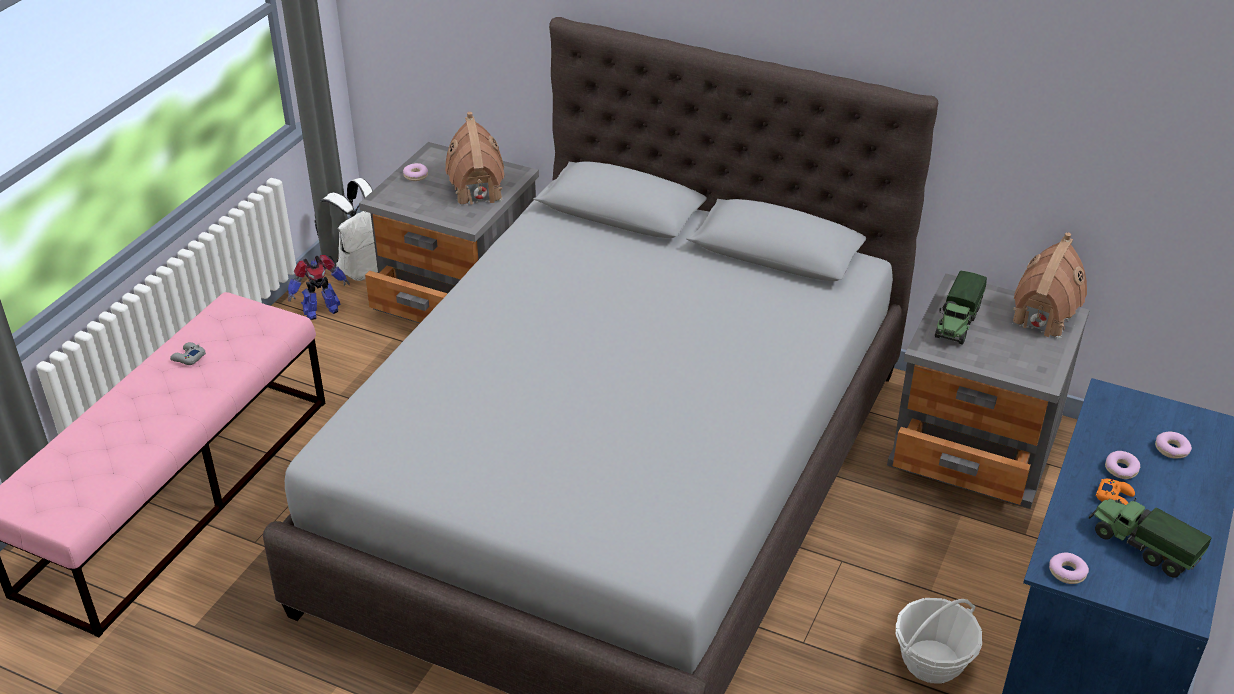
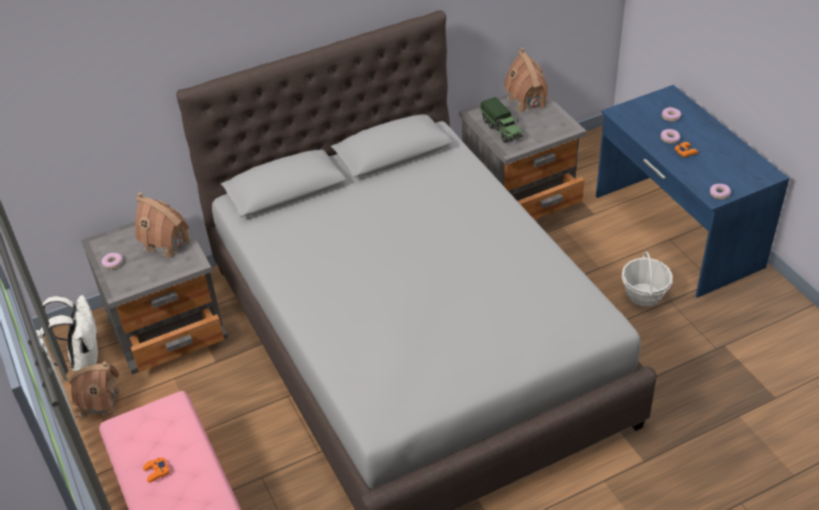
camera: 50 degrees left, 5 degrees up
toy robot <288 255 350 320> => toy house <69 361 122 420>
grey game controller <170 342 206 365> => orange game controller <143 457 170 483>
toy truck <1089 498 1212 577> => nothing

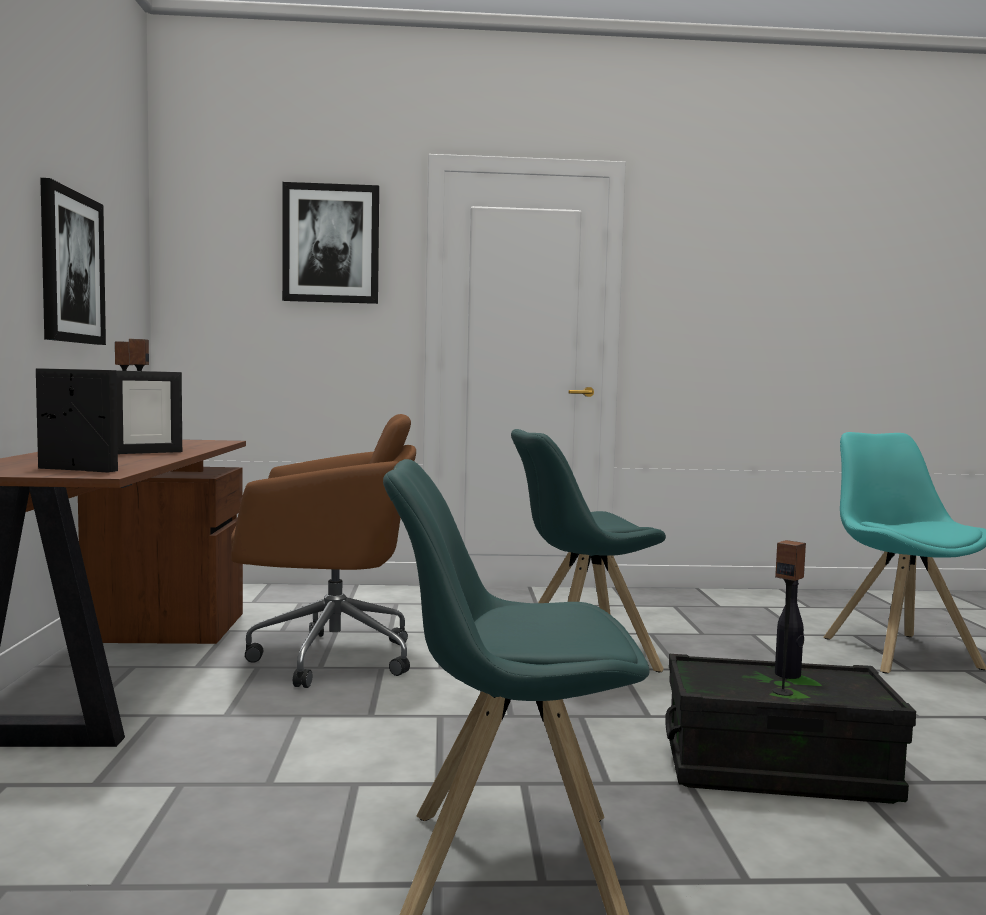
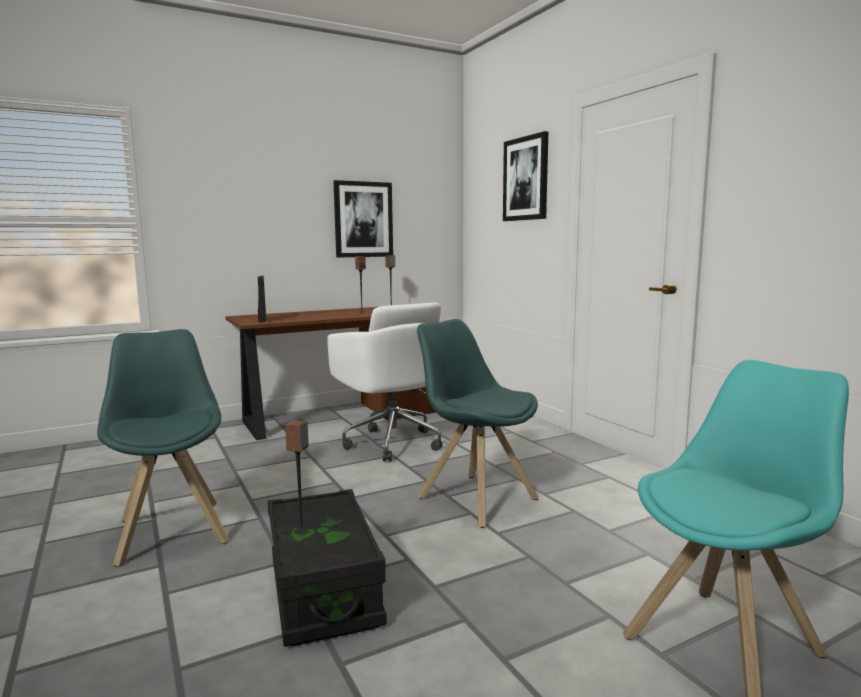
camera: 65 degrees right, 5 degrees up
picture frame <116 371 182 454> => nothing
brown office chair <231 414 416 688> => white office chair <327 302 442 461>
black bottle <775 580 804 679> => nothing

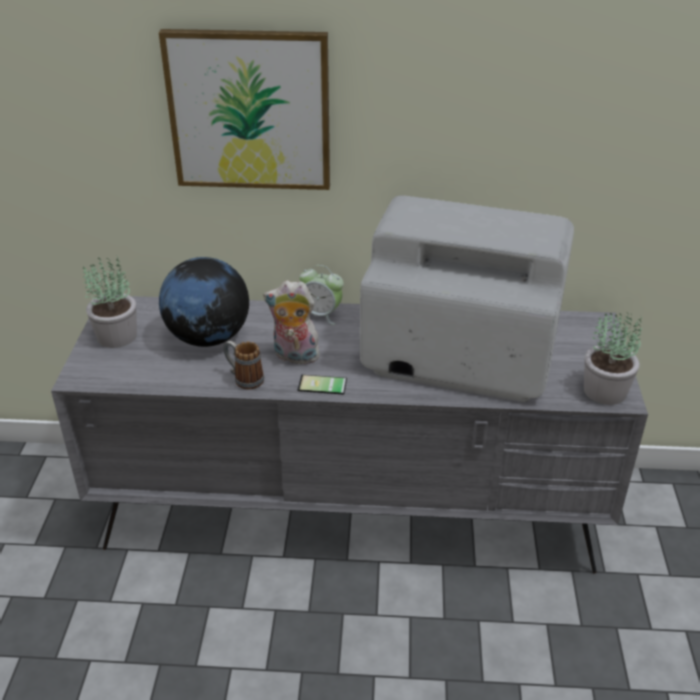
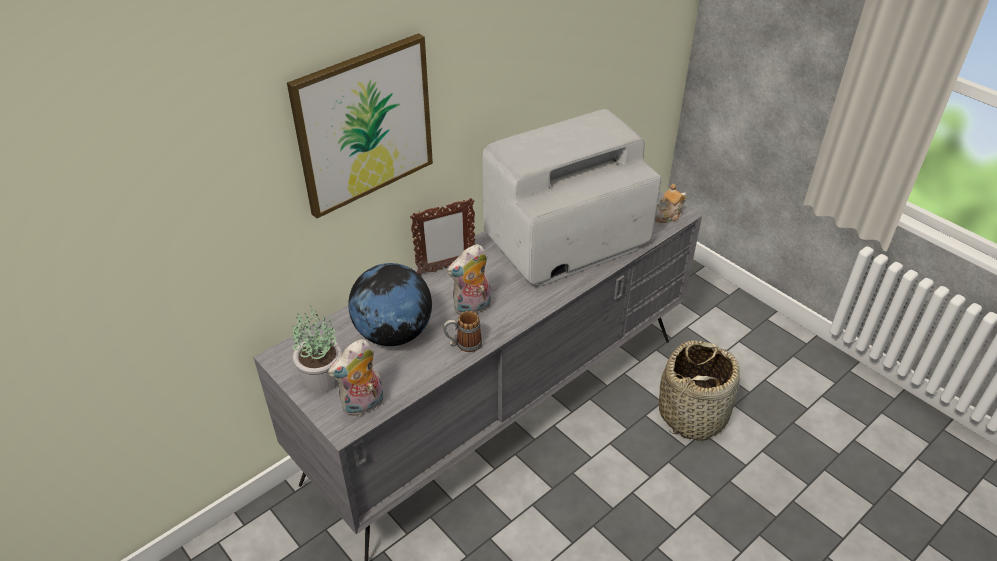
camera: 45 degrees left, 5 degrees up
alarm clock <299 265 344 325> => picture frame <410 198 475 275>
potted plant <584 312 642 405> => teapot <655 184 687 223>
phone <298 375 347 395> => nothing
nothing => plush toy <328 339 384 416>
nothing => basket <659 340 740 441>

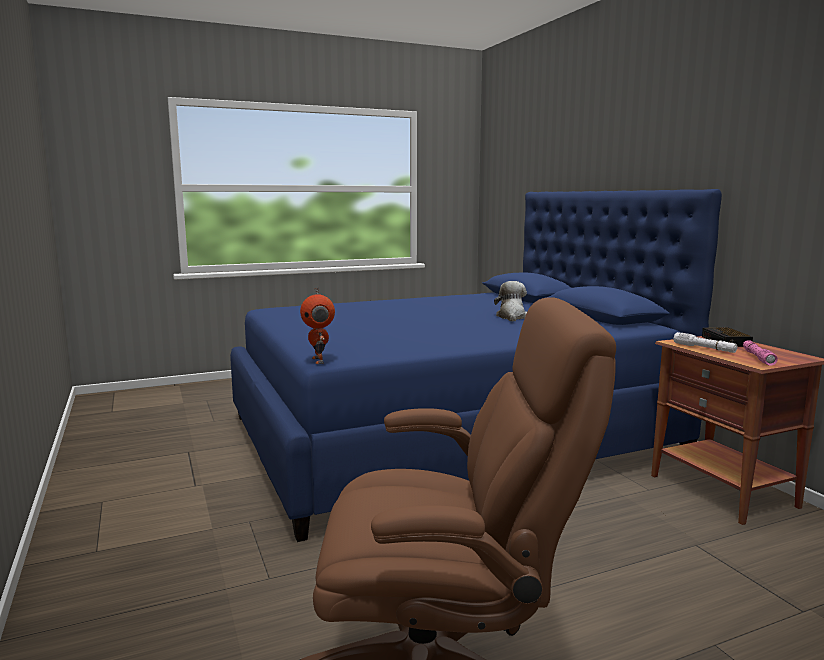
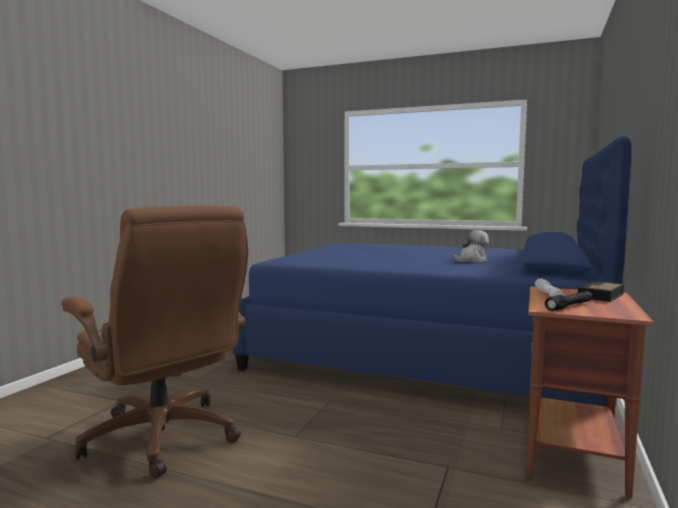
camera: 45 degrees right, 5 degrees down
toy robot <300 287 335 364> => nothing
pink flashlight <743 340 778 366> => black flashlight <545 291 592 311>

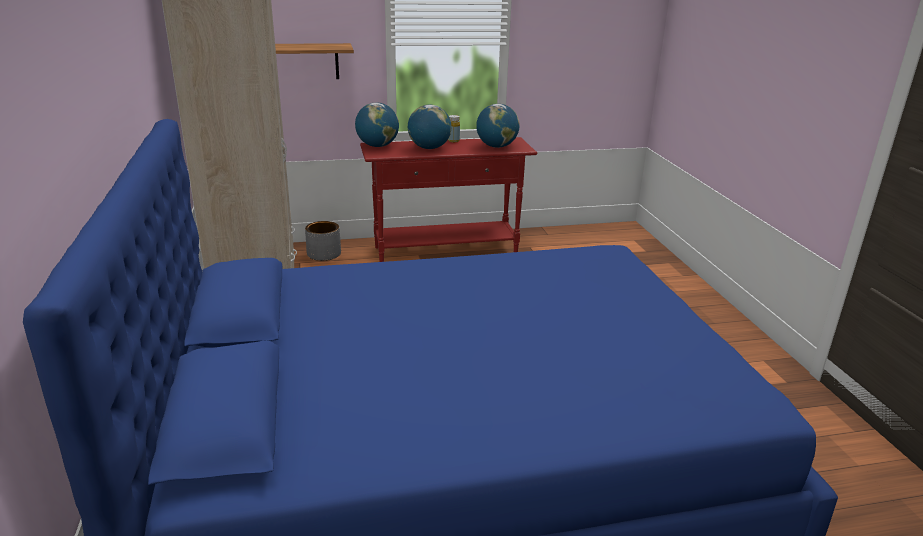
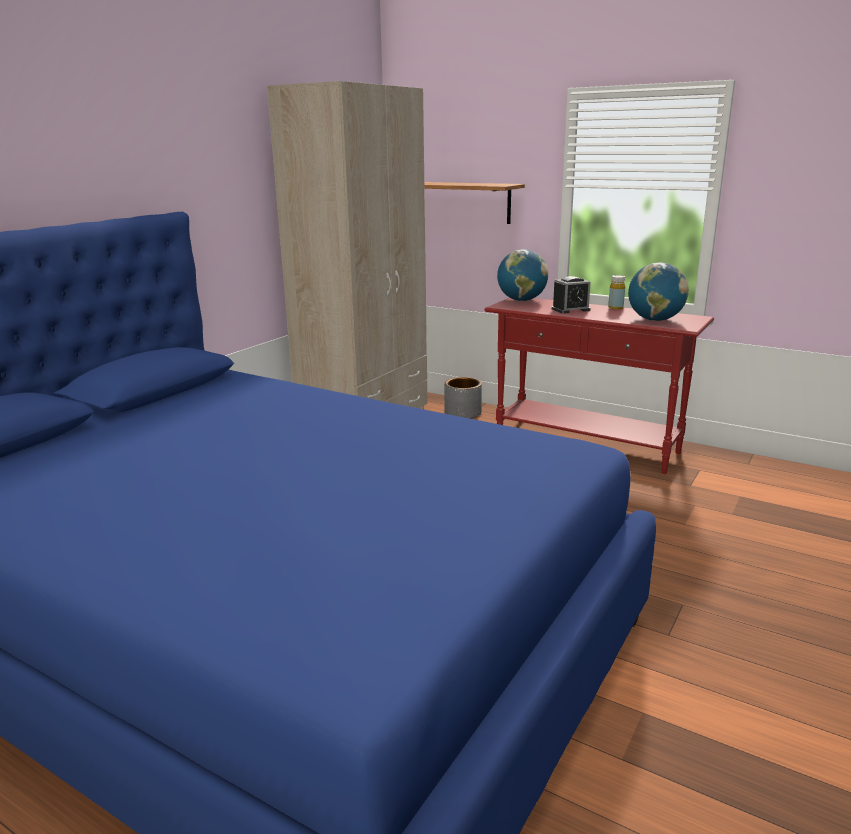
camera: 45 degrees right, 5 degrees down
globe <408 105 451 149> => alarm clock <552 276 591 314>

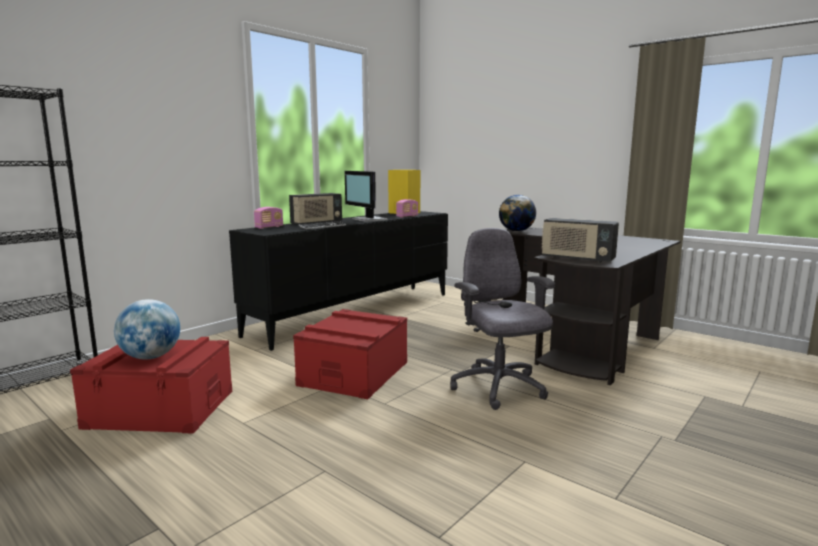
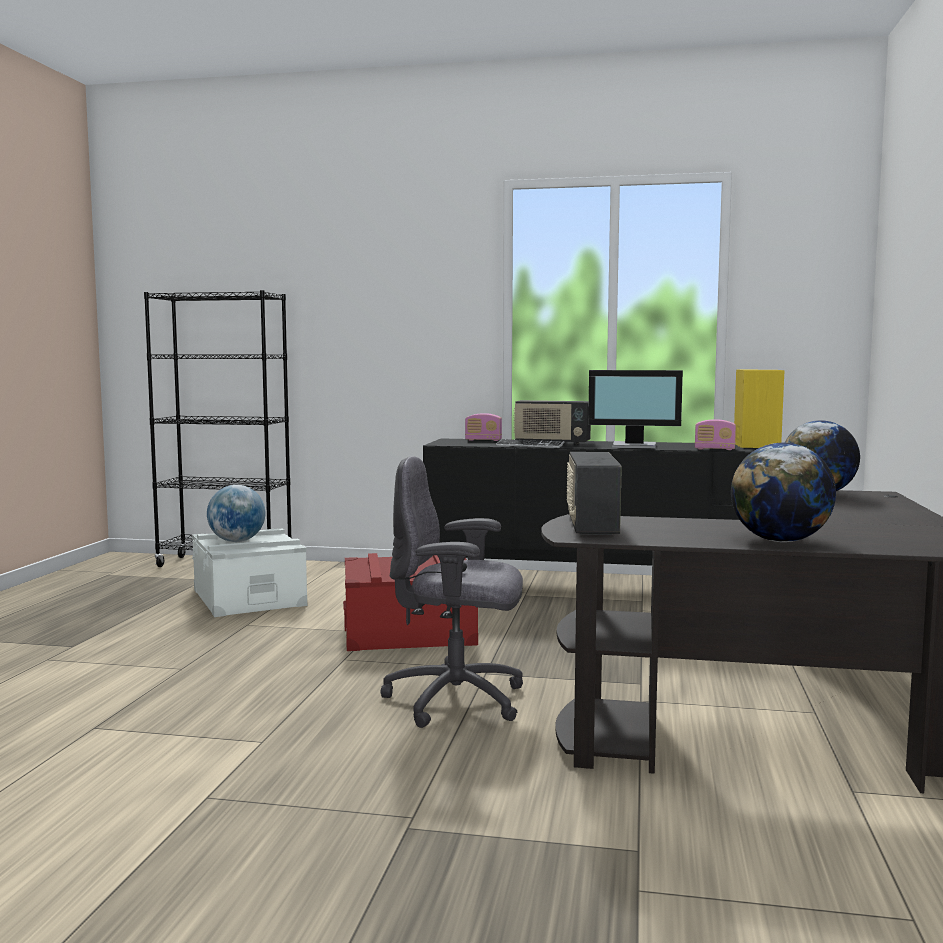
camera: 60 degrees right, 5 degrees down
monitor <345 171 388 222> => monitor <588 370 683 449>, 105 degrees counterclockwise
grey office chair <450 228 555 410> => grey office chair <380 456 523 728>, 120 degrees counterclockwise
red storage box <70 337 232 434> => white storage box <192 529 307 617>
nothing => globe <731 443 836 542>

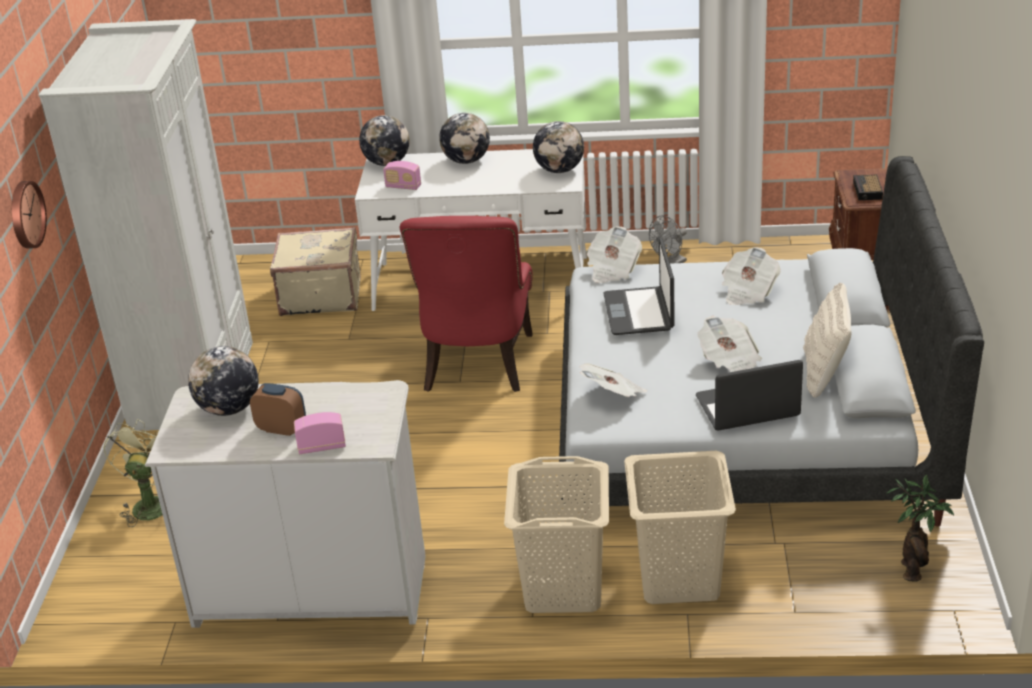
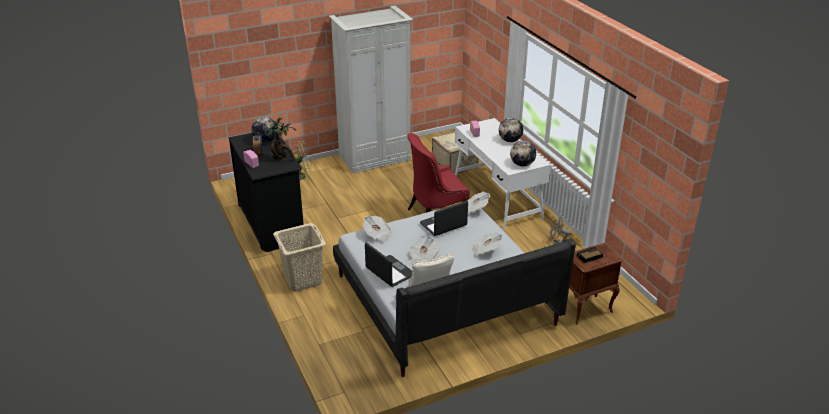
camera: 60 degrees right, 0 degrees up
globe <359 115 410 166> => nothing
wall clock <12 181 47 249> => nothing
white dresser <145 380 426 628> => black dresser <229 133 305 252>
beige laundry basket <624 451 736 604> => nothing
potted plant <886 475 954 582> => potted plant <267 117 297 162>, shifted

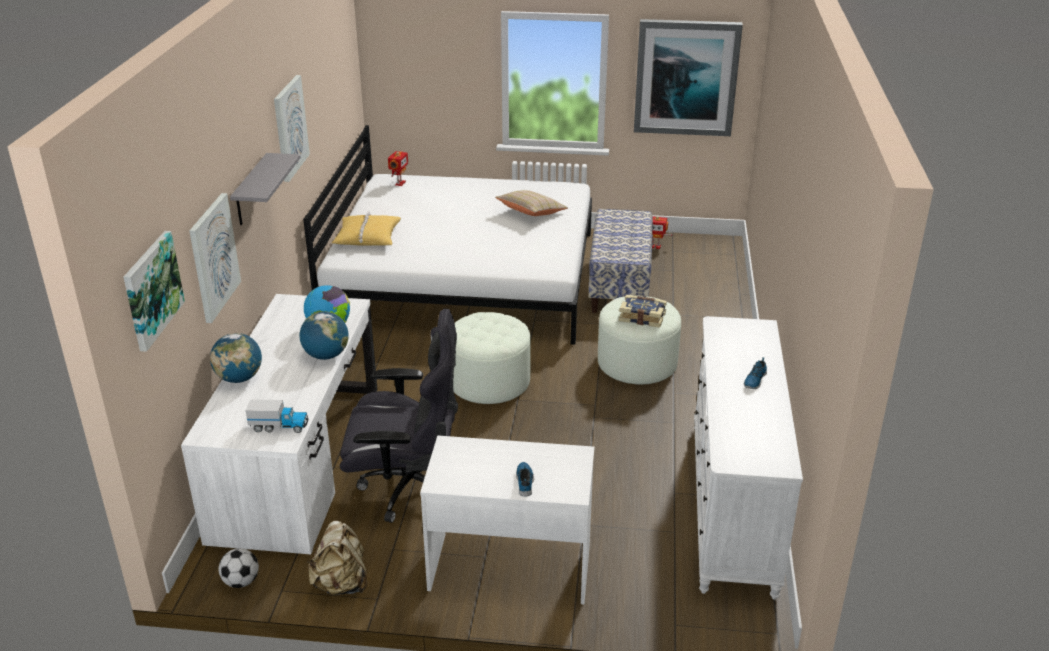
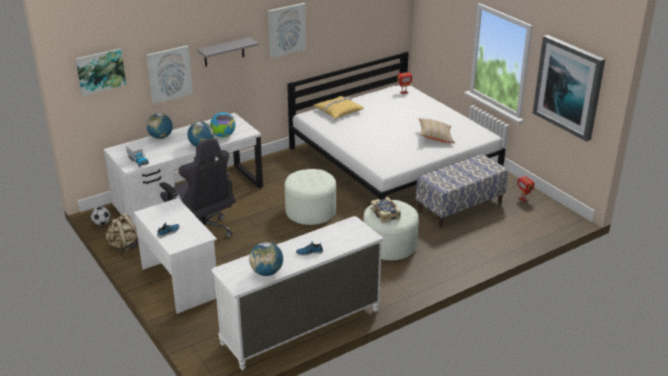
camera: 50 degrees right, 0 degrees up
nothing => globe <249 242 283 276>

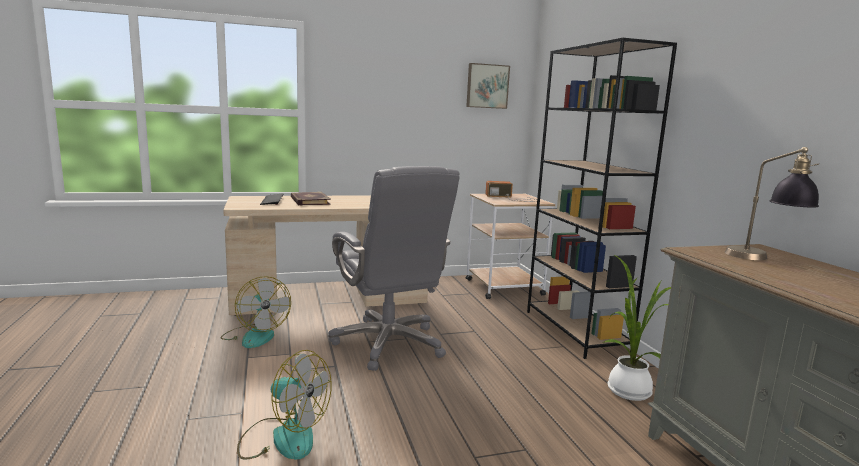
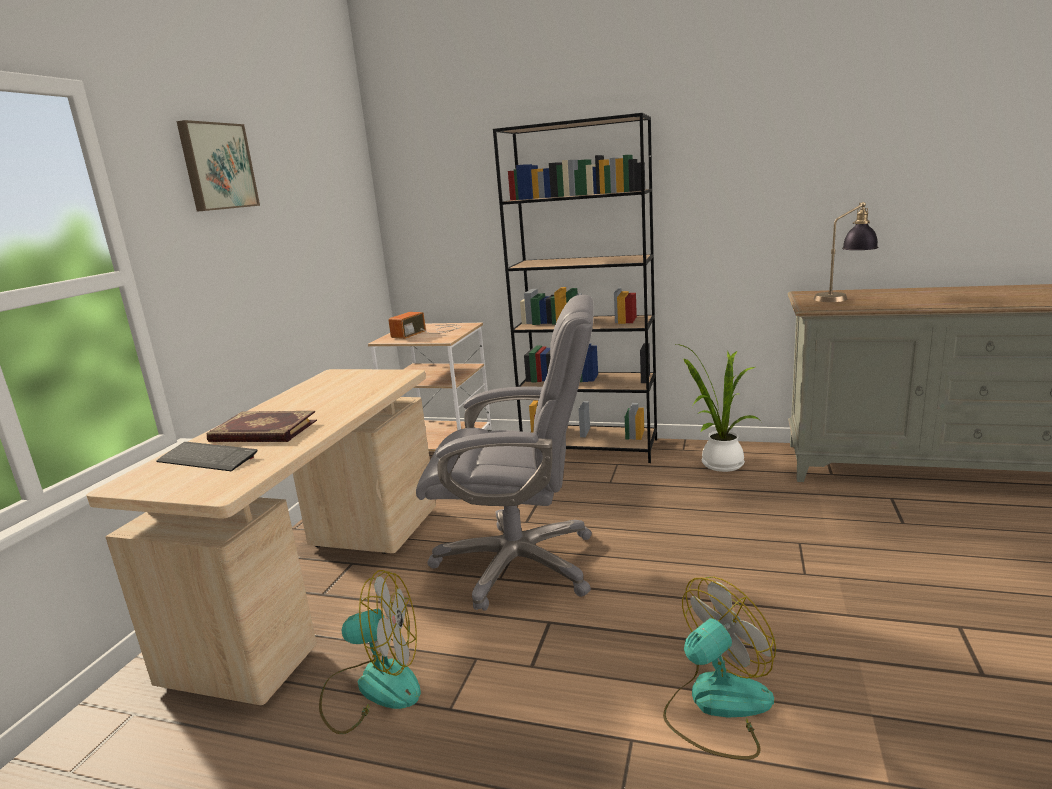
camera: 55 degrees left, 5 degrees up
picture <466 63 510 109> => picture <176 120 260 212>, shifted

